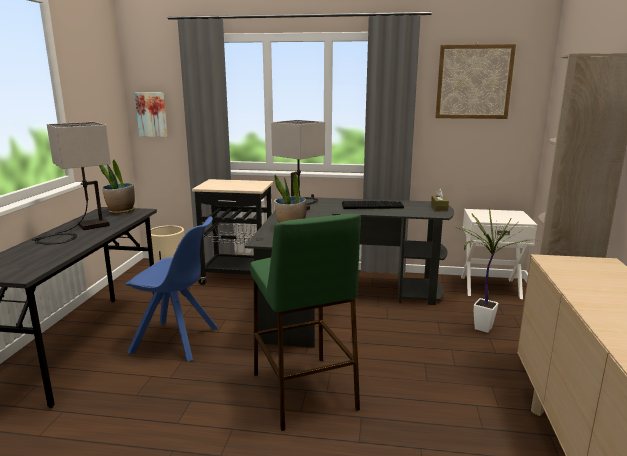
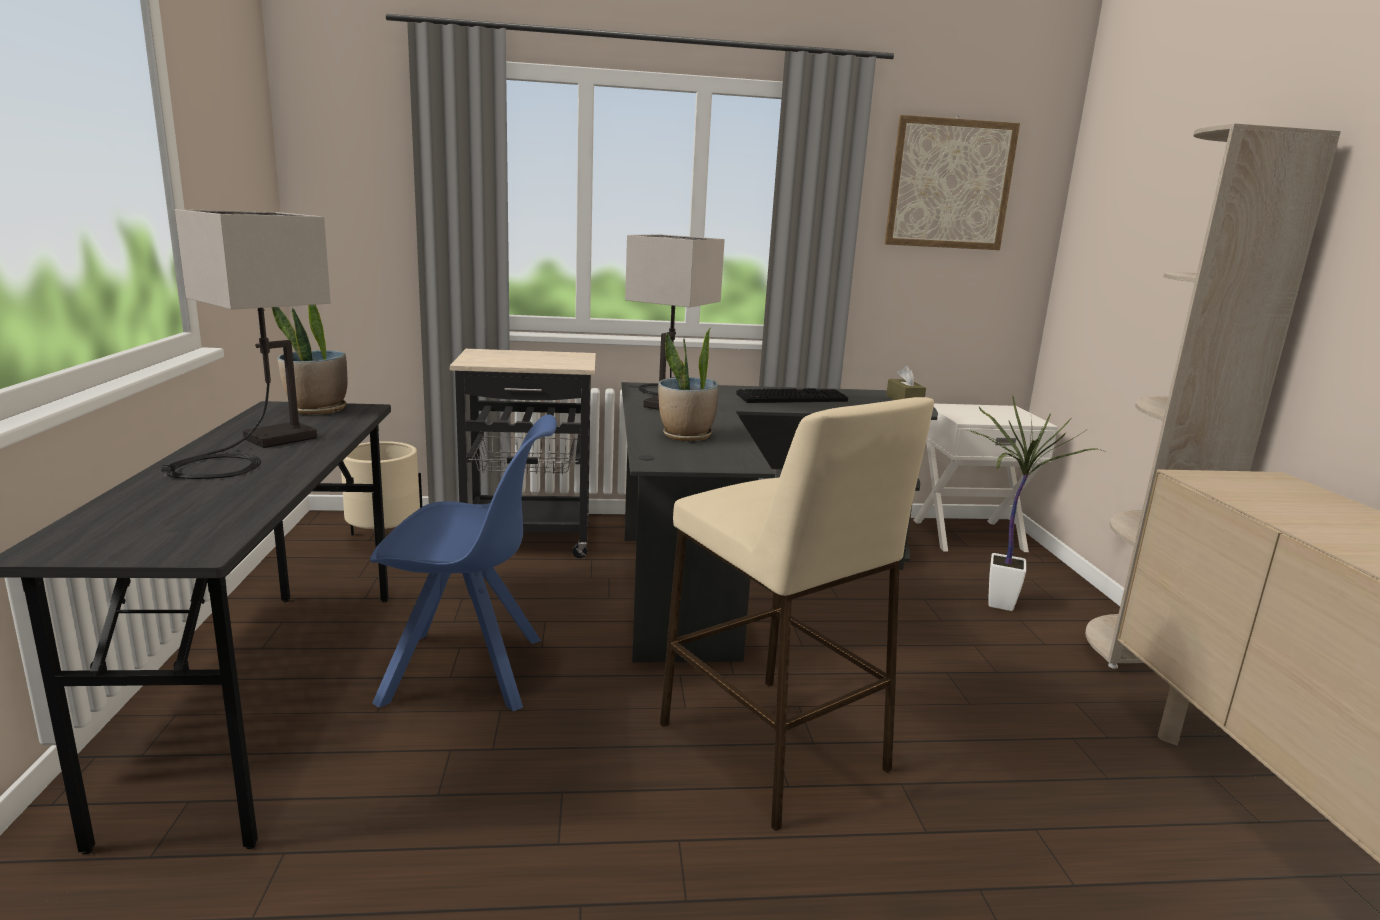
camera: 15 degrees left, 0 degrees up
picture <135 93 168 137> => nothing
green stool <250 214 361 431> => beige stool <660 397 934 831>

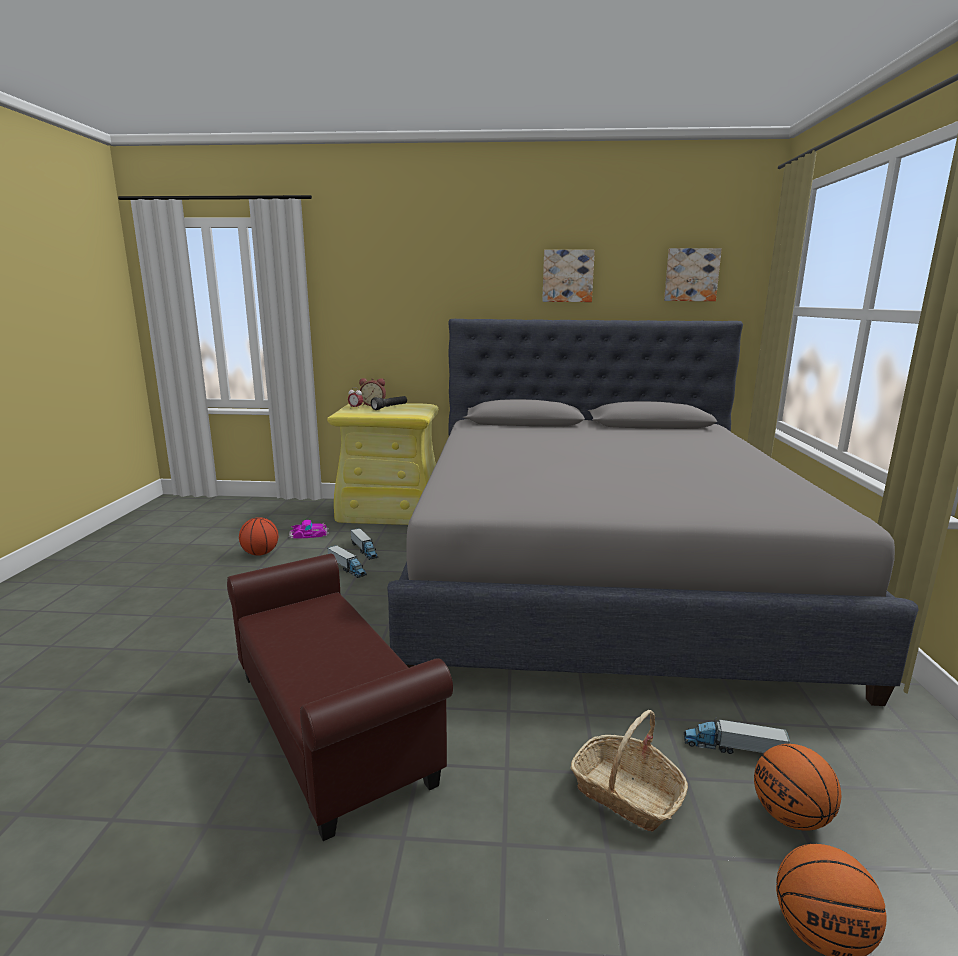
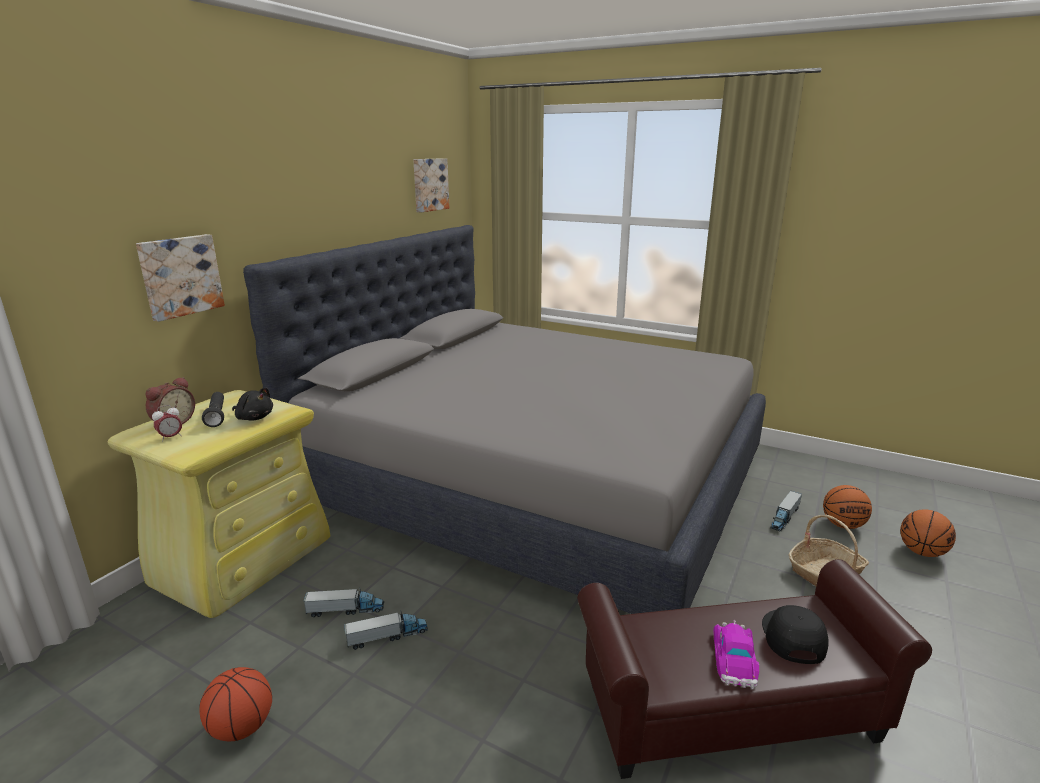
camera: 65 degrees left, 5 degrees up
picture <542 250 595 302> => picture <136 234 225 322>, shifted
toy car <289 520 329 539> => toy car <713 619 759 689>, shifted
nothing => black plush toy <232 387 273 421>
nothing => black cap <762 605 829 664>

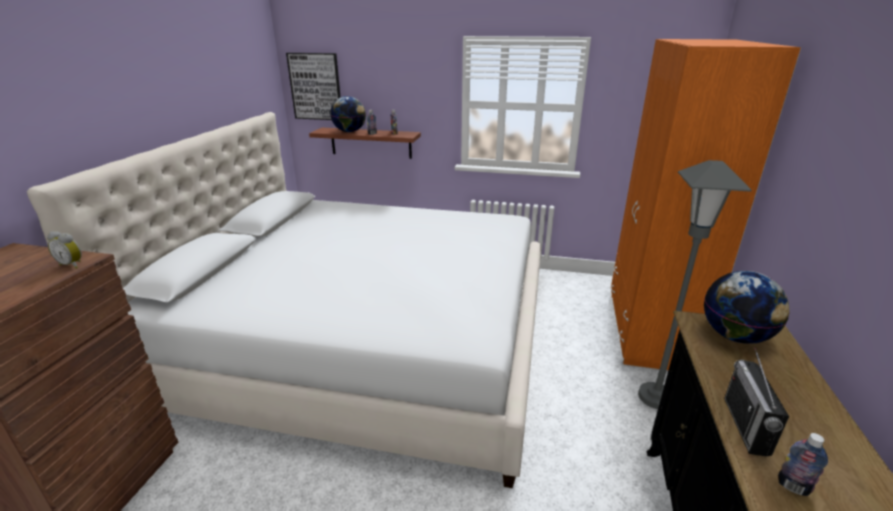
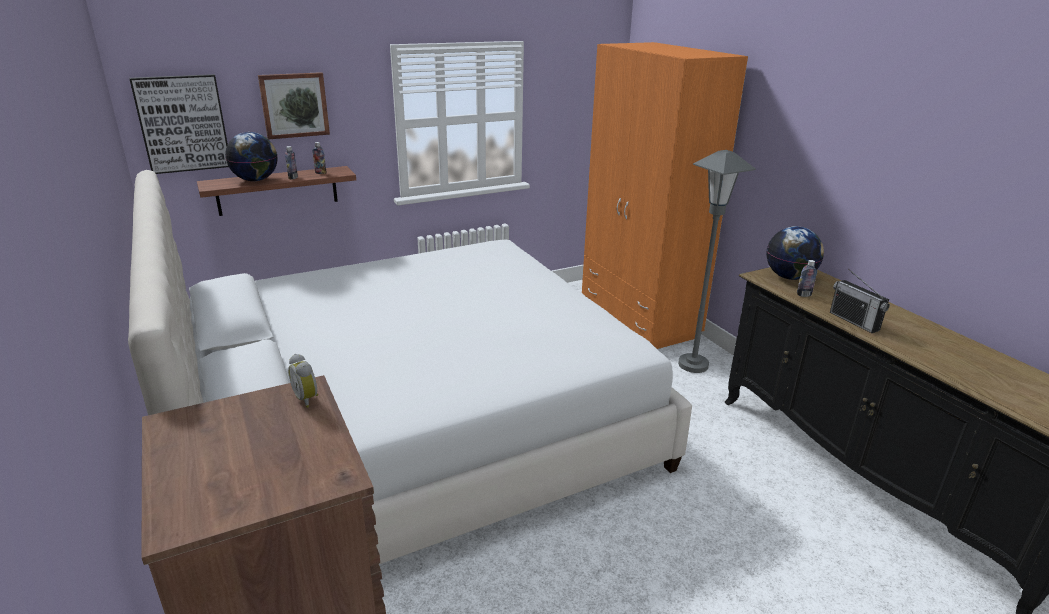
camera: 40 degrees left, 0 degrees up
alarm clock <47 231 82 269> => alarm clock <288 354 318 408>, 75 degrees clockwise
bottle <778 433 828 496> => bottle <797 260 817 297>, shifted
nothing => picture <258 72 330 139>

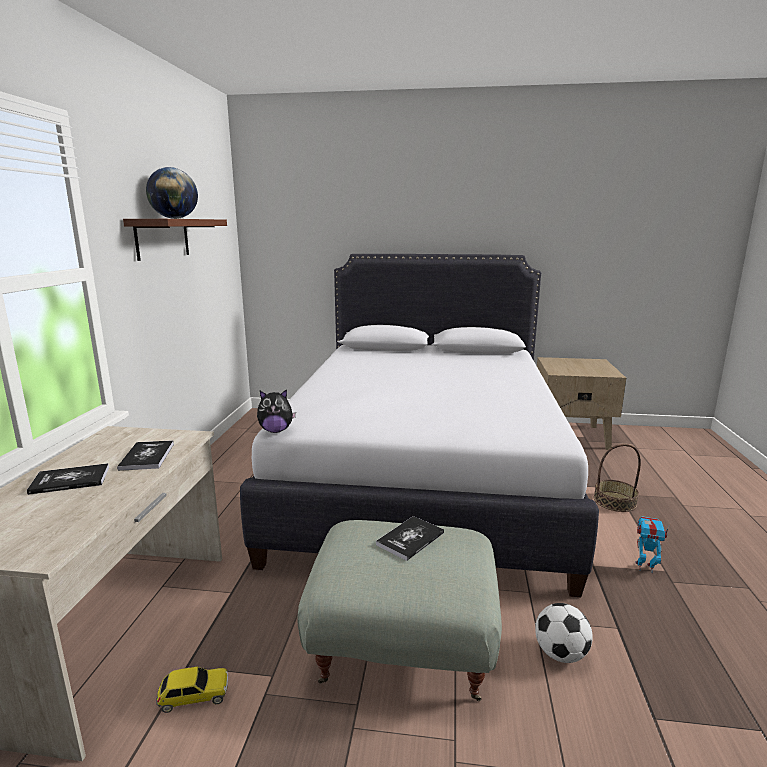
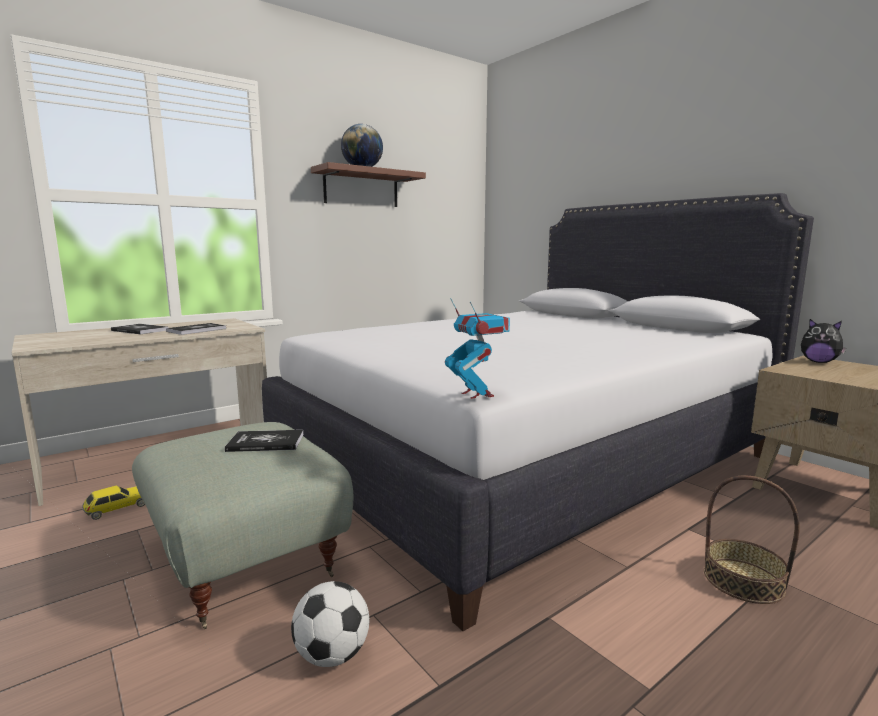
camera: 45 degrees right, 5 degrees down
plush toy <257 389 296 433> => plush toy <801 319 847 363>, shifted
toy robot <636 516 670 573> => toy robot <445 298 510 399>, shifted
toy car <156 667 228 713> => toy car <82 486 145 520>, 75 degrees counterclockwise

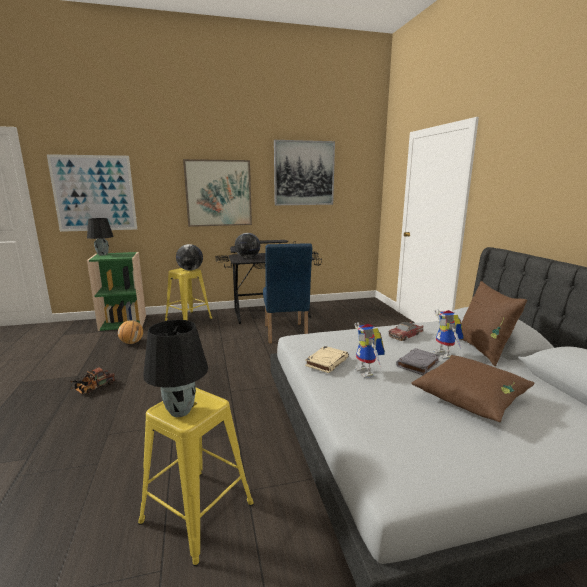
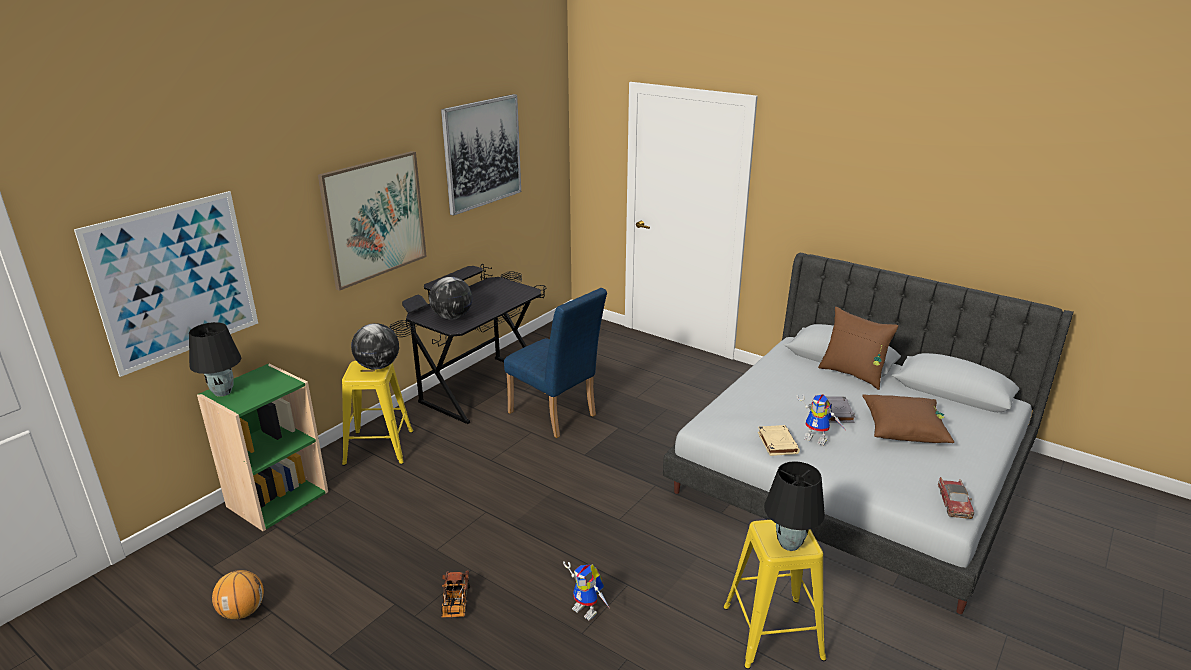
camera: 40 degrees left, 10 degrees up
toy robot <433 309 464 359> => toy robot <563 561 610 621>, shifted
basketball <118 320 143 344> => basketball <212 570 264 619>, shifted
toy car <388 322 423 341> => toy car <938 477 974 519>, shifted

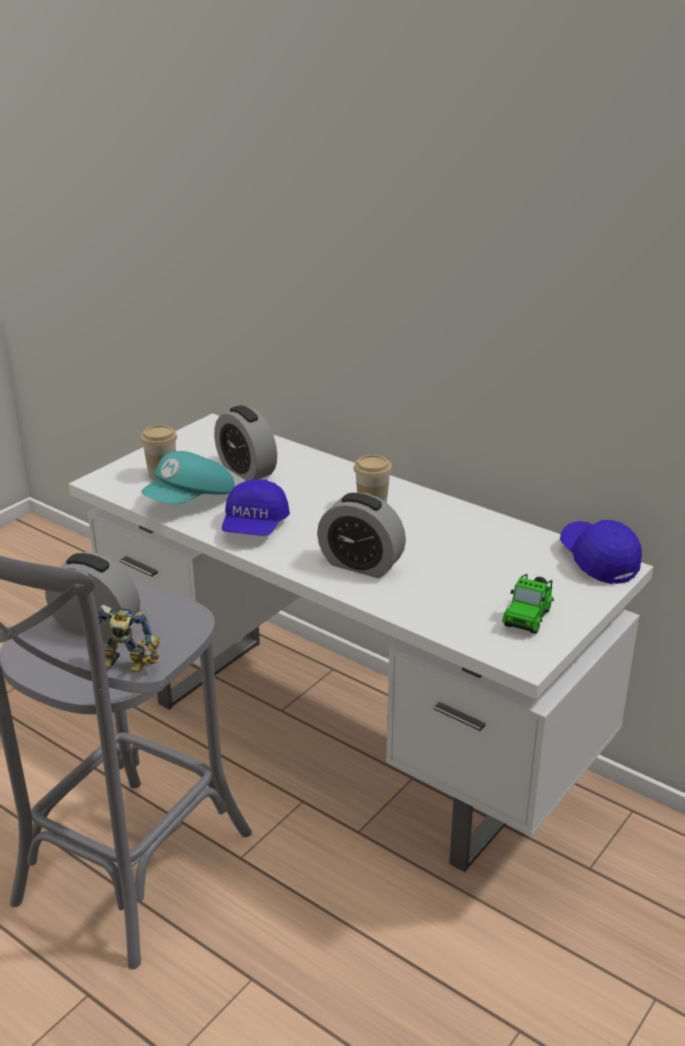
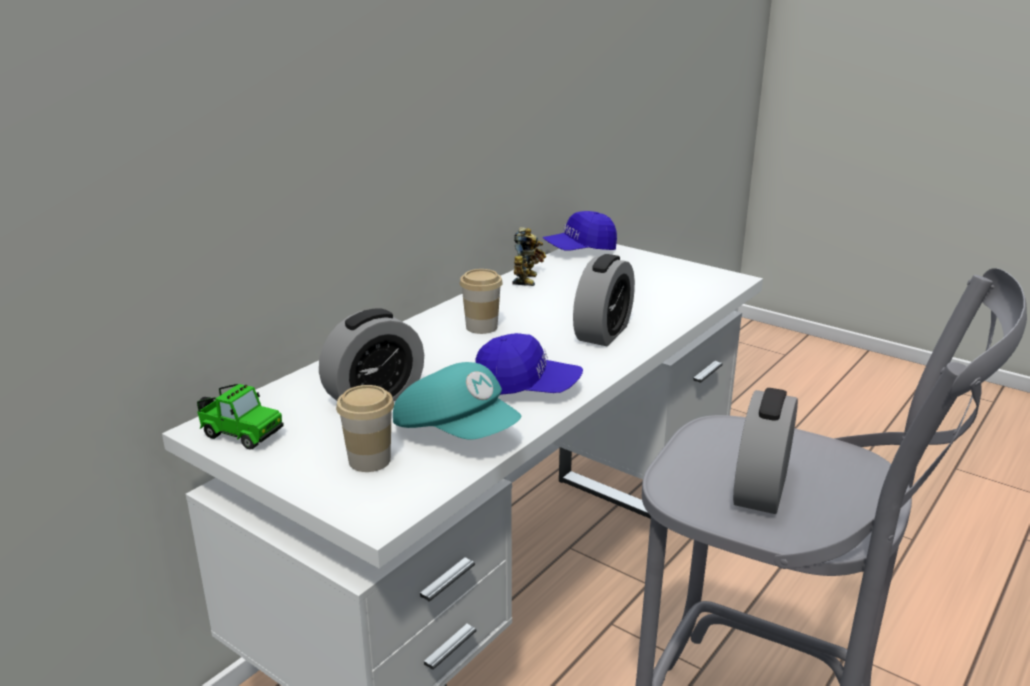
camera: 90 degrees left, 5 degrees down
toy car <502 574 554 634> => toy car <197 384 284 450>, shifted
toy robot <98 604 160 672> => toy robot <512 227 546 286>, shifted

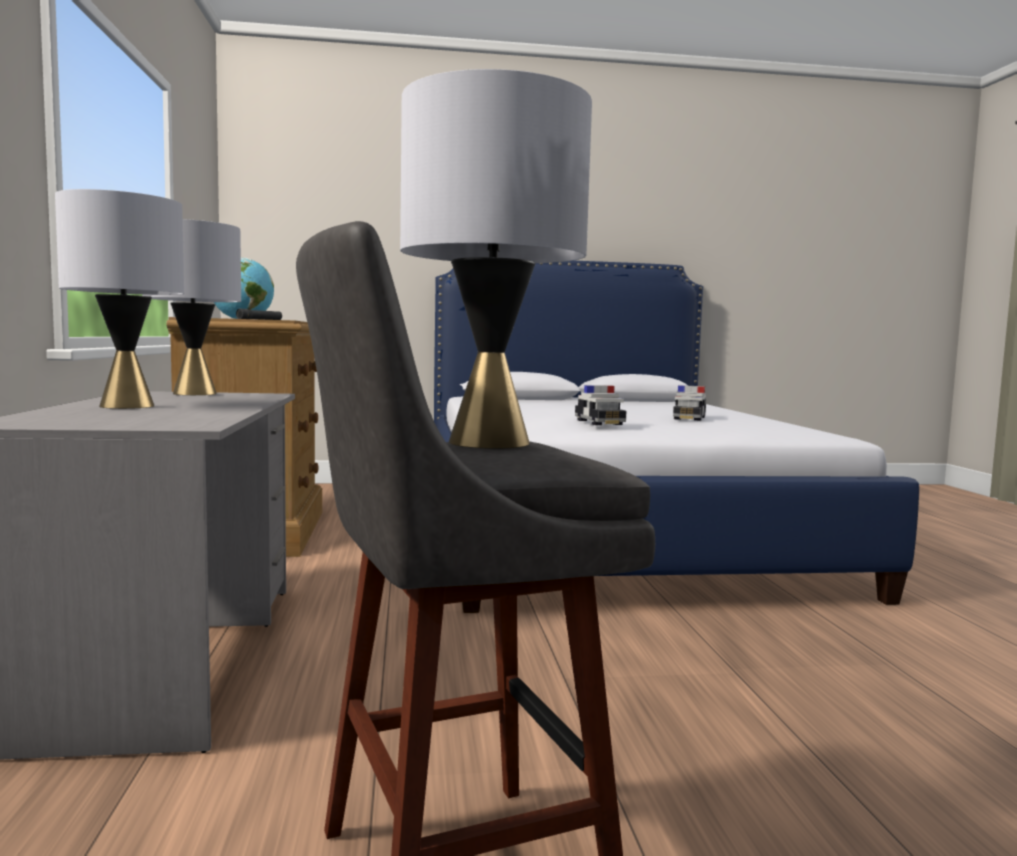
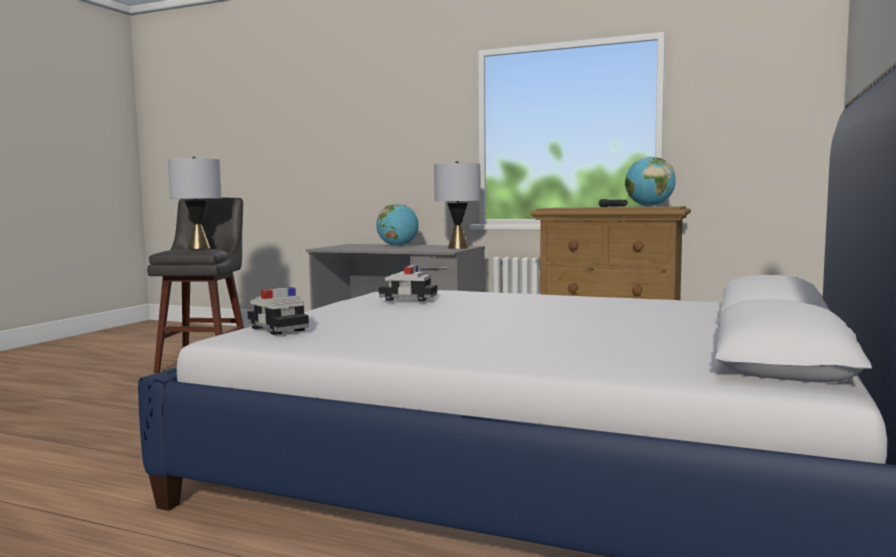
camera: 120 degrees right, 0 degrees up
grey table lamp <55 189 184 409> => globe <376 203 419 247>
toy car <673 385 706 421> => toy car <247 287 309 335>, shifted

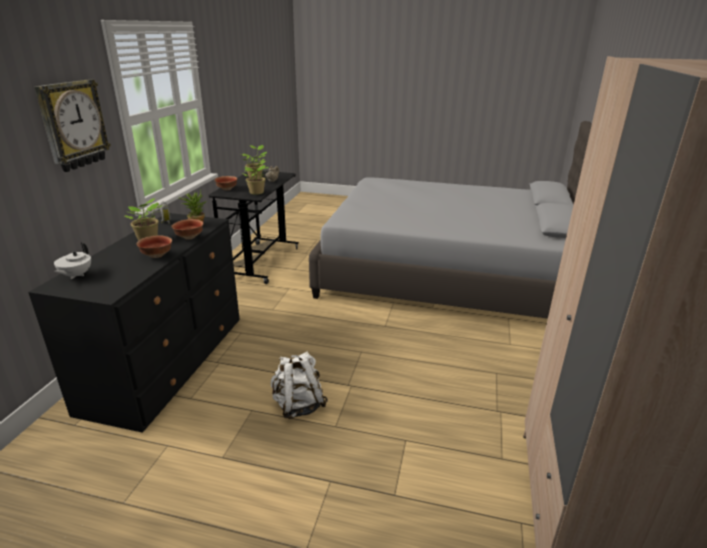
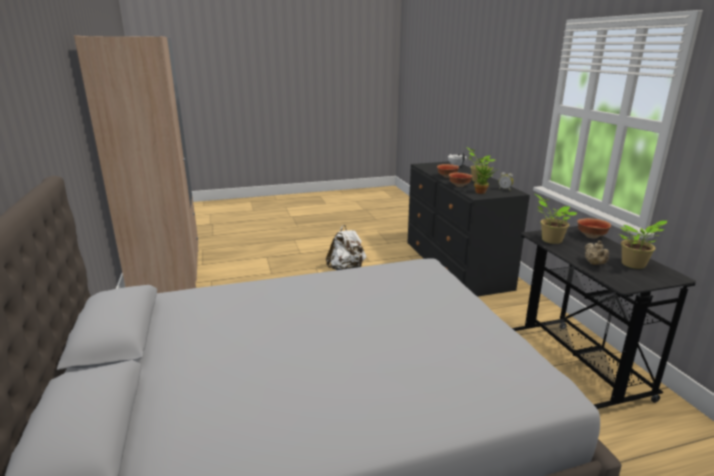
camera: 150 degrees right, 5 degrees down
wall clock <34 79 111 172> => nothing

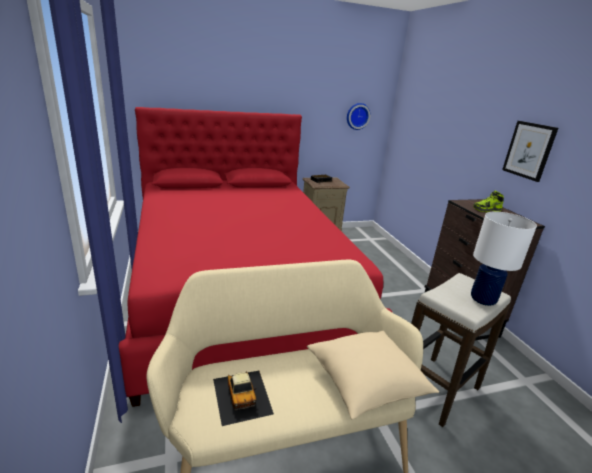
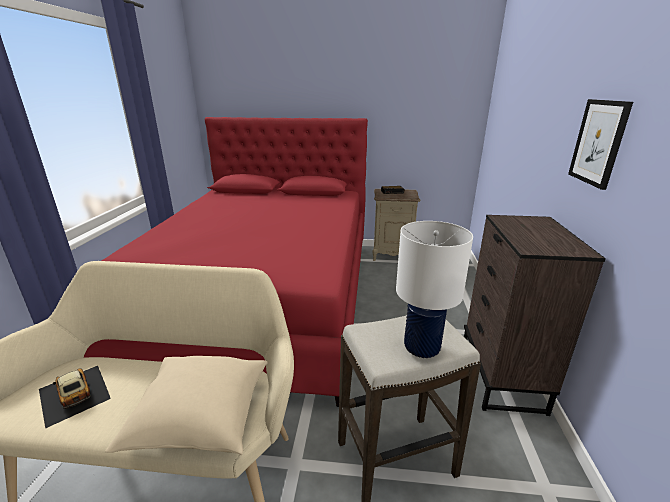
camera: 25 degrees right, 0 degrees up
wall clock <347 103 370 130> => nothing
shoe <474 190 504 212> => nothing
toy car <213 371 274 426> => toy car <39 366 111 429>, 135 degrees clockwise

